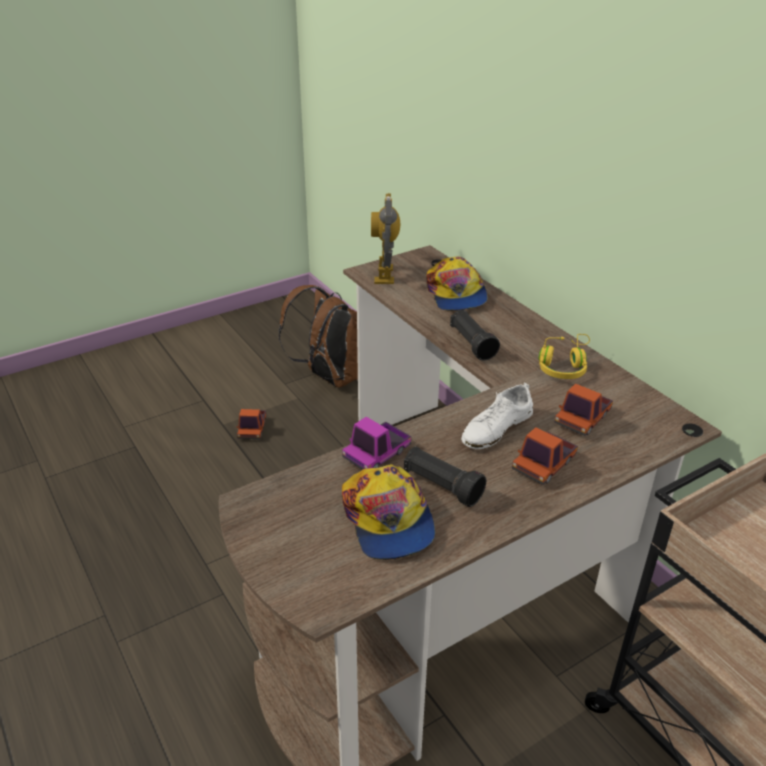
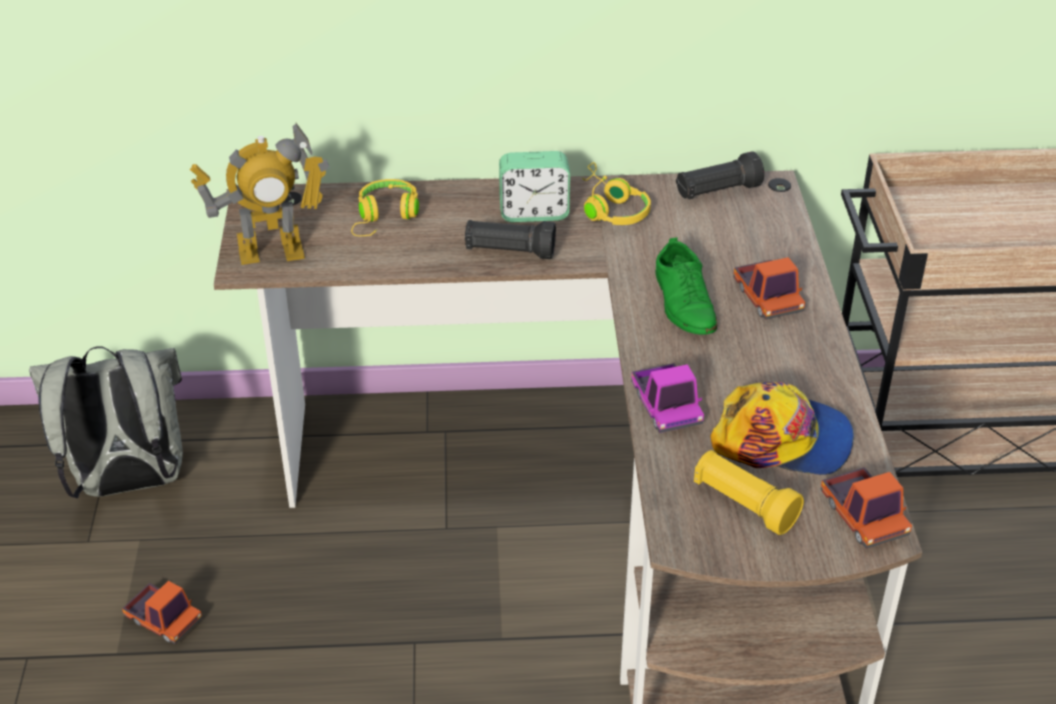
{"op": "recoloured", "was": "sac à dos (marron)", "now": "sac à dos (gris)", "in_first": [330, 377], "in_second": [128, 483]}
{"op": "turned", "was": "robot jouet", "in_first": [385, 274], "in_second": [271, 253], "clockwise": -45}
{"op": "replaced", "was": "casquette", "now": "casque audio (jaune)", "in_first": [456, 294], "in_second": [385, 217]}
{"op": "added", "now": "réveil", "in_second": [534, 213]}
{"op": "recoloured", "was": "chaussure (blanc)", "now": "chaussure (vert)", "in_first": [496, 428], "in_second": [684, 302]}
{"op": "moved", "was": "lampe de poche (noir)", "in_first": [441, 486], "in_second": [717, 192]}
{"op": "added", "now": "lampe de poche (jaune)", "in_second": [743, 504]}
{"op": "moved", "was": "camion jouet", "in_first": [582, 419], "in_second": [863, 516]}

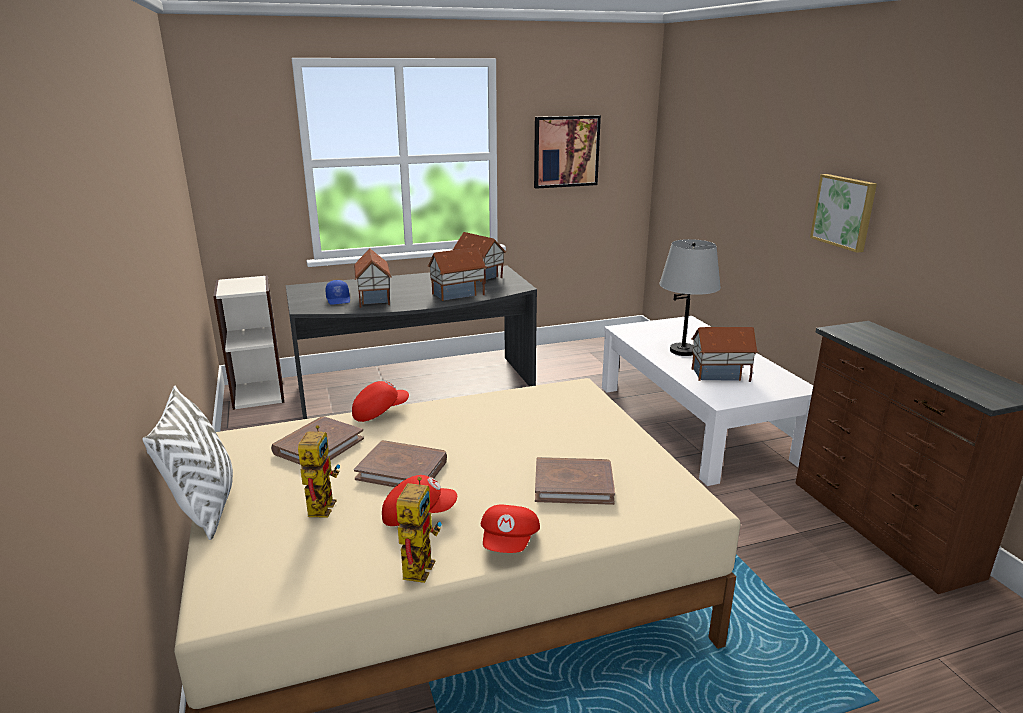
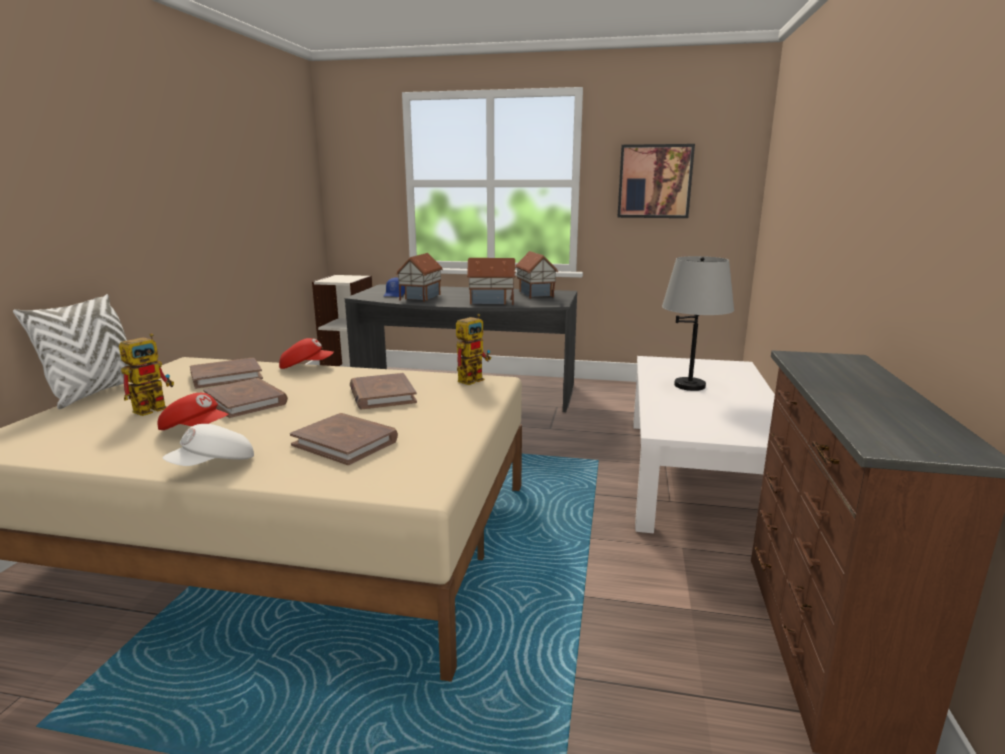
{"op": "recoloured", "was": "casquette (rouge)", "now": "casquette (blanc)", "in_first": [510, 543], "in_second": [214, 465]}
{"op": "added", "now": "livre (marron)", "in_second": [382, 395]}
{"op": "moved", "was": "robot jouet", "in_first": [418, 564], "in_second": [473, 379]}
{"op": "removed", "was": "maison miniature", "in_first": [720, 375]}
{"op": "removed", "was": "tableau", "in_first": [844, 212]}

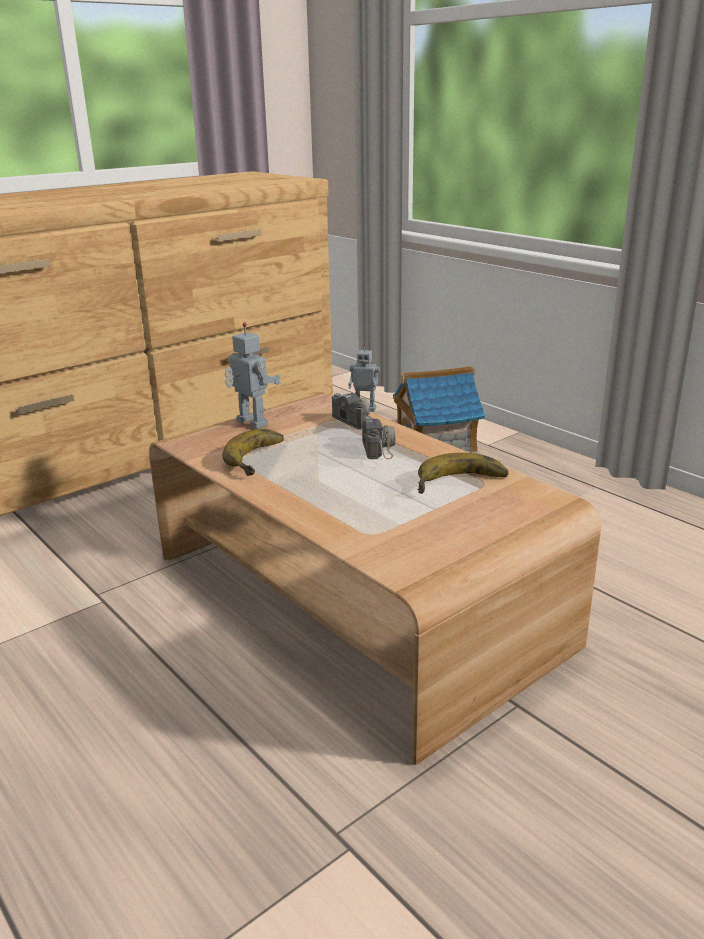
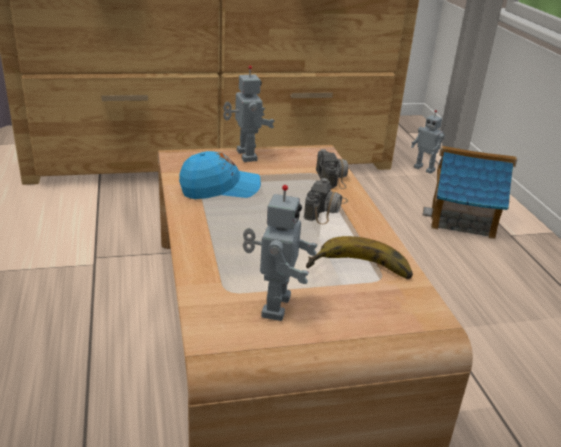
{"op": "replaced", "was": "banane", "now": "casquette (bleu)", "in_first": [262, 458], "in_second": [219, 189]}
{"op": "added", "now": "robot jouet", "in_second": [273, 306]}

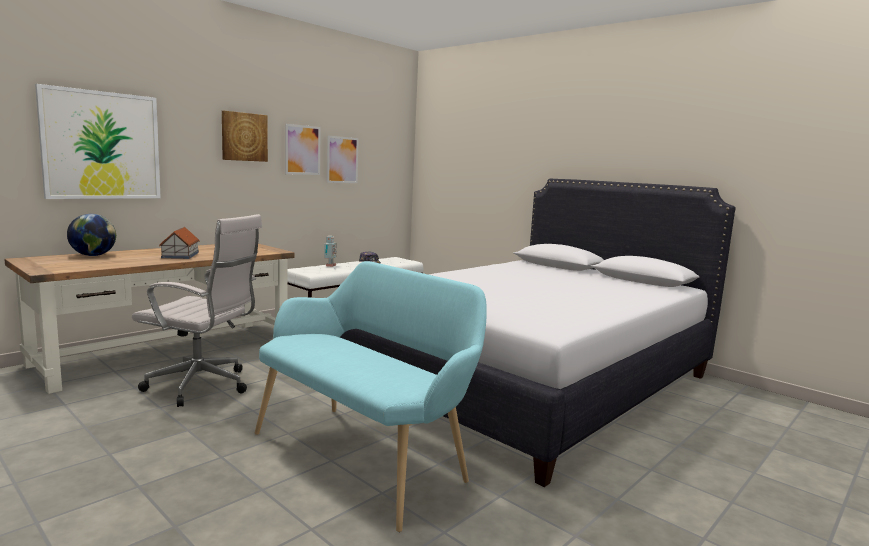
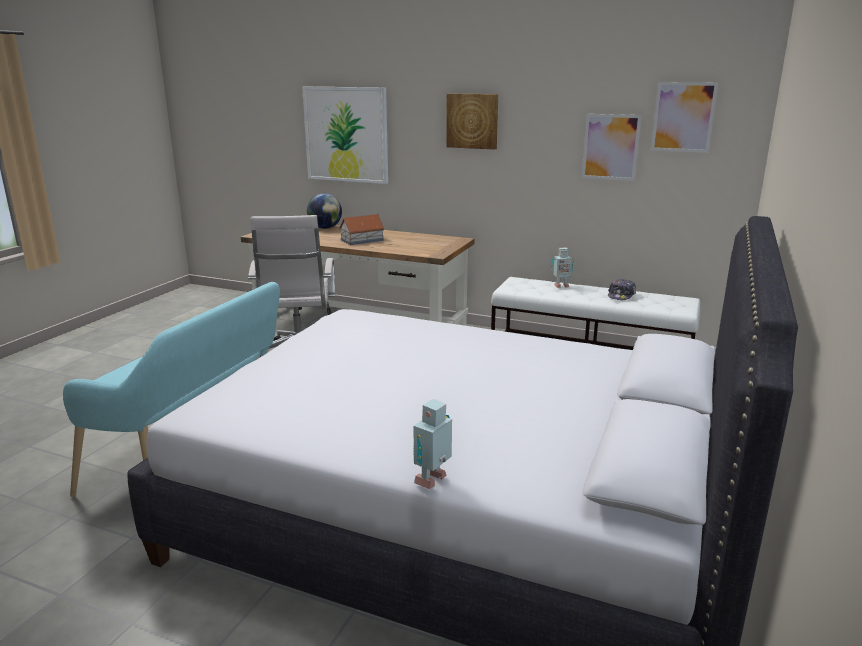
{"op": "added", "now": "robot jouet", "in_second": [433, 480]}
{"op": "moved", "was": "tableau", "in_first": [302, 150], "in_second": [683, 117]}

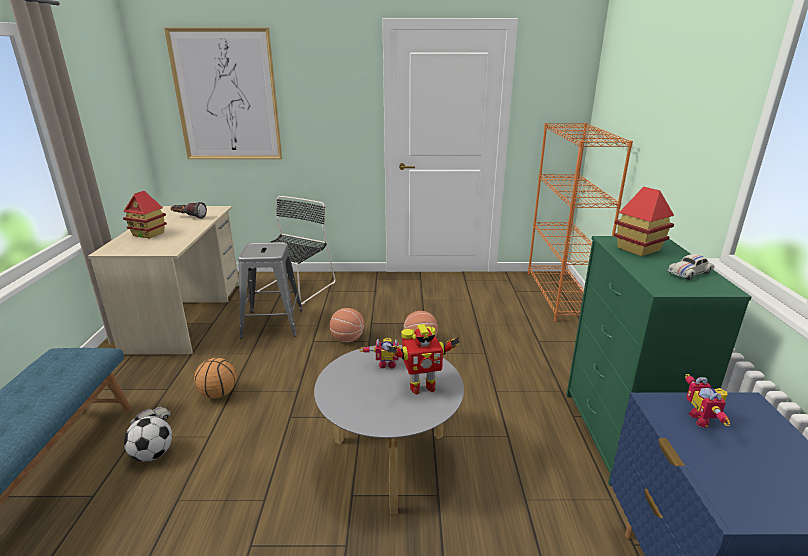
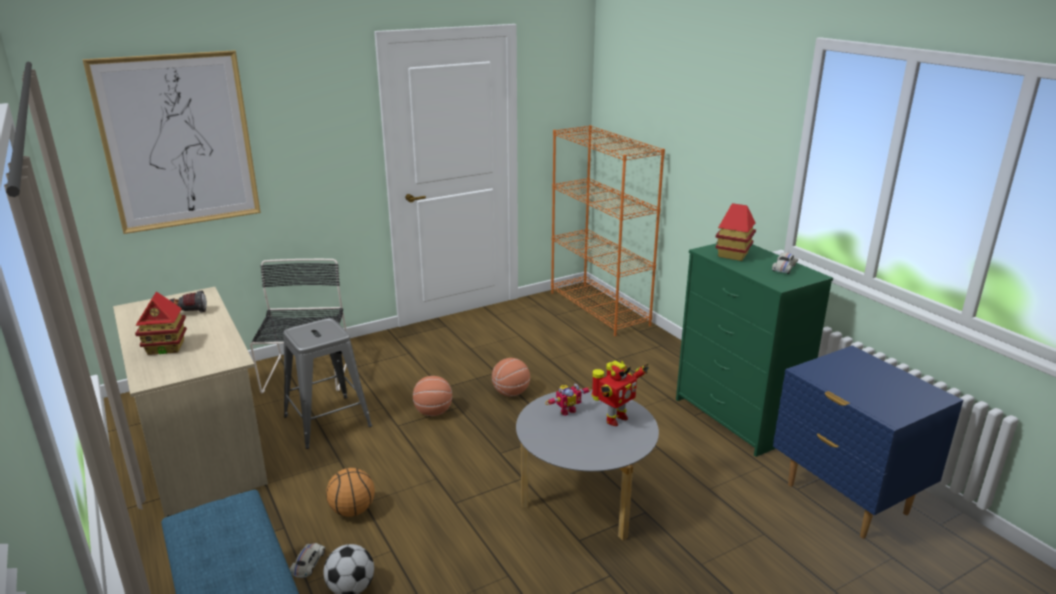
{"op": "removed", "was": "robot jouet", "in_first": [703, 419]}

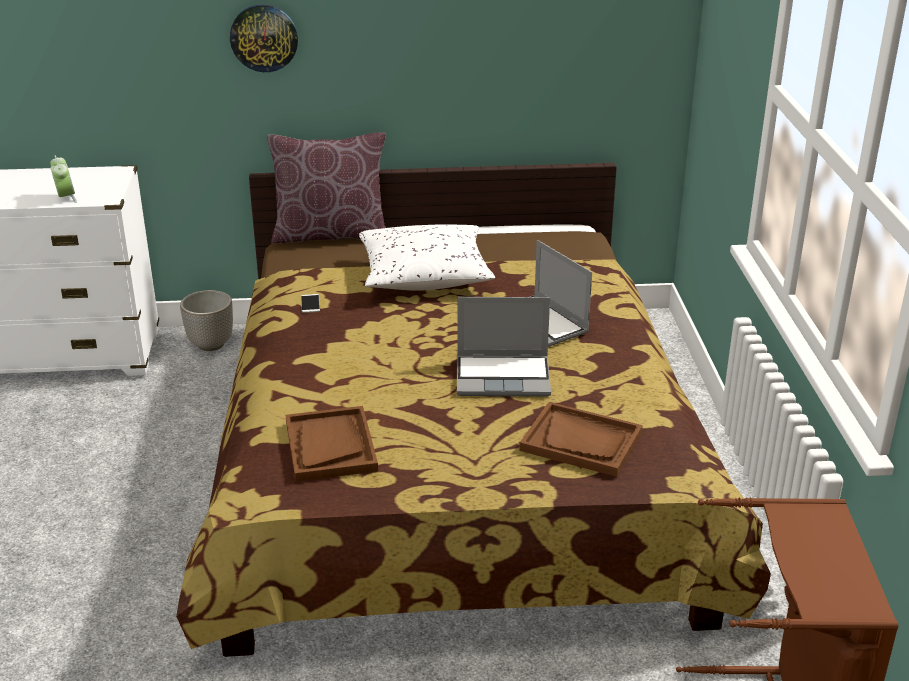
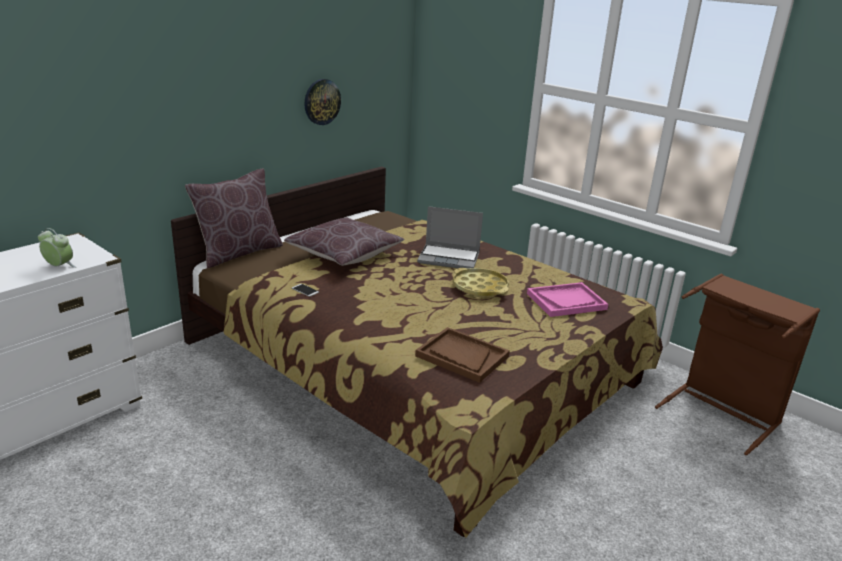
{"op": "recoloured", "was": "coussin (blanc)", "now": "coussin (marron)", "in_first": [424, 275], "in_second": [344, 254]}
{"op": "moved", "was": "horloge murale", "in_first": [264, 38], "in_second": [322, 102]}
{"op": "replaced", "was": "ordinateur portable", "now": "plateau (jaune)", "in_first": [504, 377], "in_second": [480, 287]}
{"op": "recoloured", "was": "plateau (marron)", "now": "plateau (rose)", "in_first": [581, 441], "in_second": [566, 301]}
{"op": "removed", "was": "cache-pot", "in_first": [211, 344]}

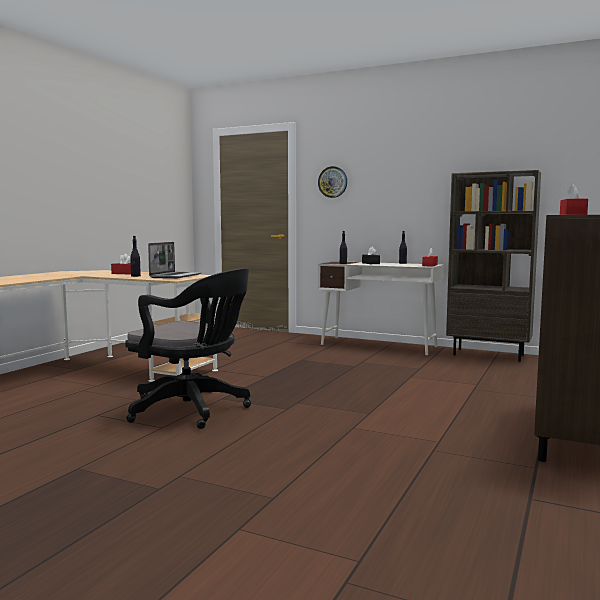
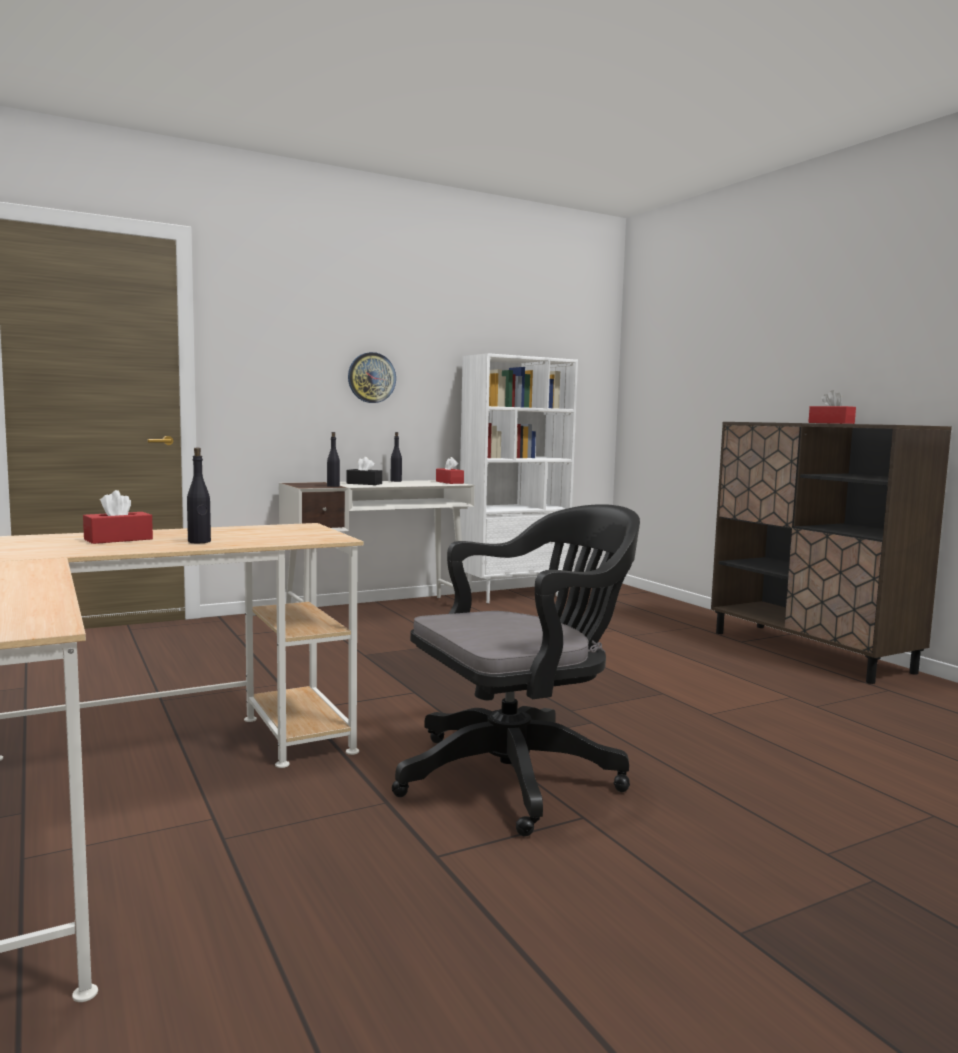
{"op": "moved", "was": "horloge murale", "in_first": [332, 182], "in_second": [371, 377]}
{"op": "recoloured", "was": "bibliothèque (marron)", "now": "bibliothèque (blanc)", "in_first": [489, 355], "in_second": [513, 595]}
{"op": "removed", "was": "ordinateur portable", "in_first": [175, 276]}

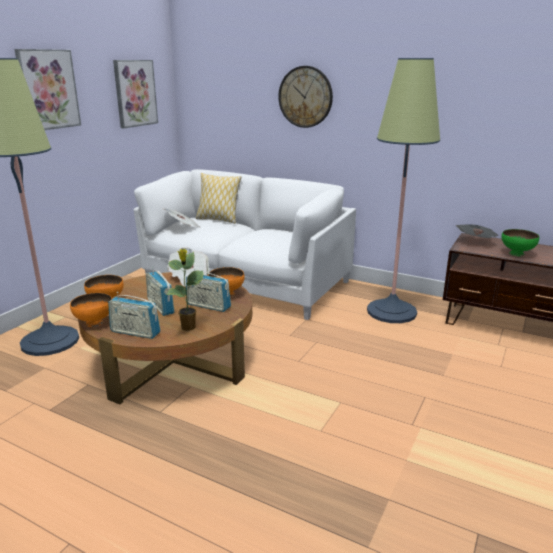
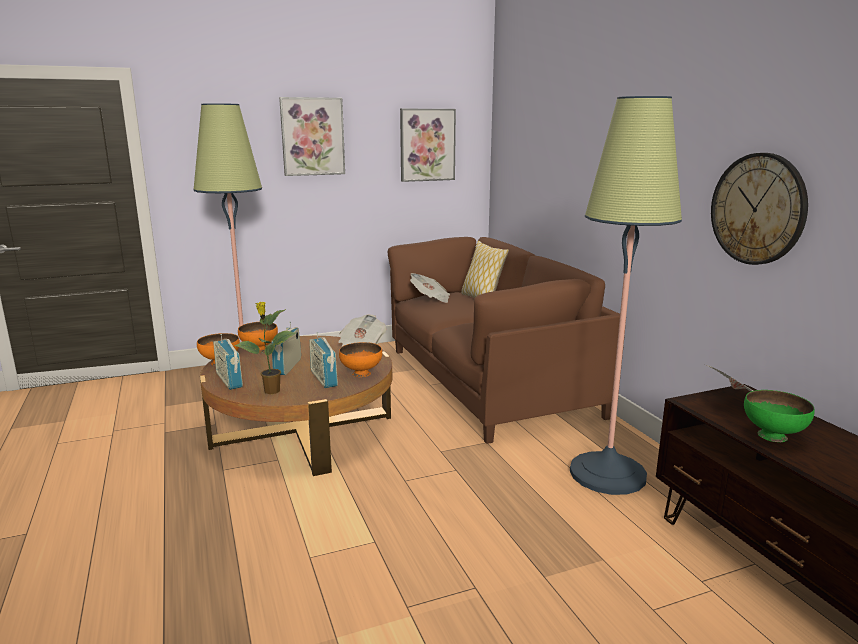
{"op": "recoloured", "was": "canapé (blanc)", "now": "canapé (marron)", "in_first": [246, 281], "in_second": [488, 381]}
{"op": "moved", "was": "horloge murale", "in_first": [305, 97], "in_second": [758, 209]}

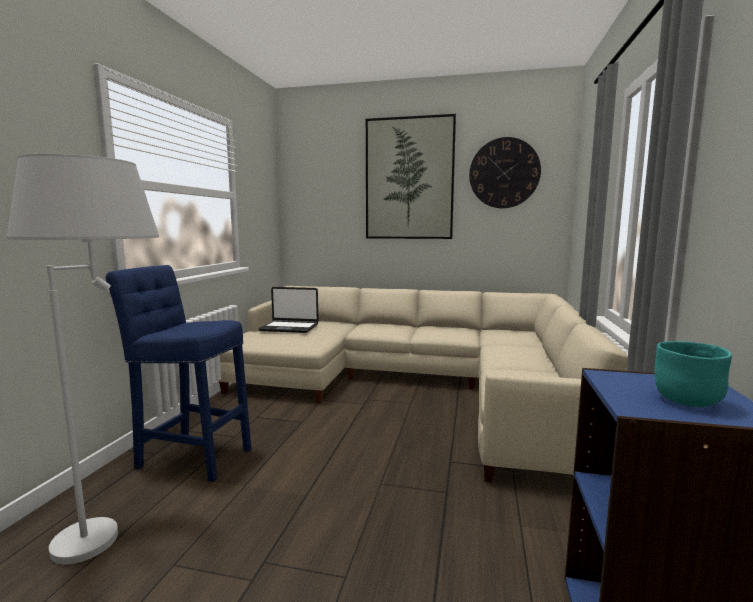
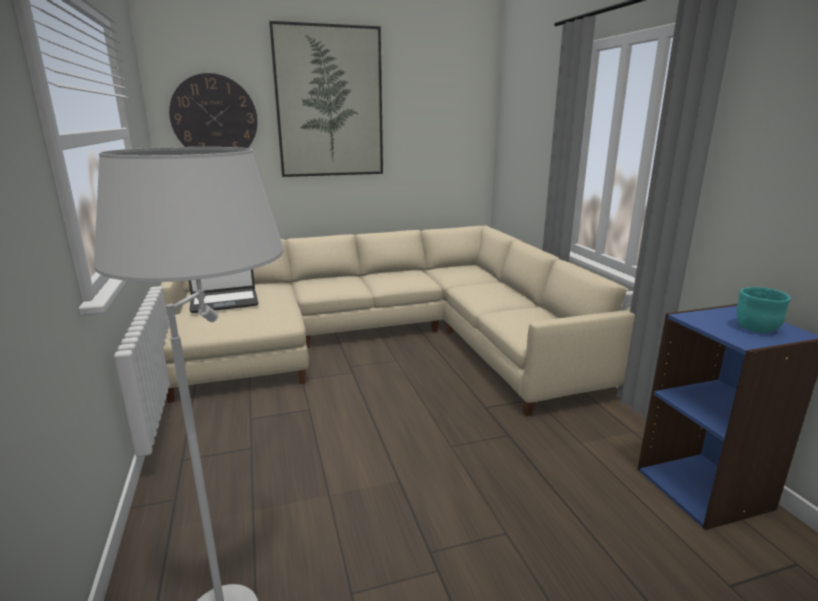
{"op": "moved", "was": "horloge murale", "in_first": [504, 173], "in_second": [214, 118]}
{"op": "removed", "was": "tabouret (bleu)", "in_first": [191, 456]}

